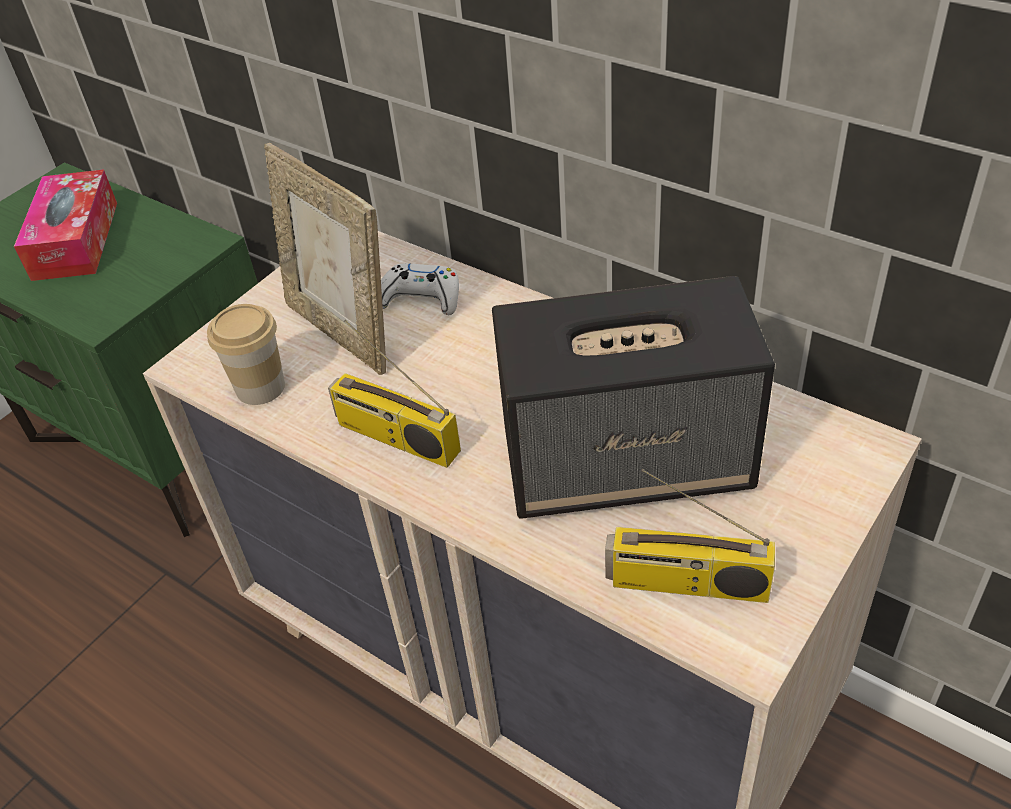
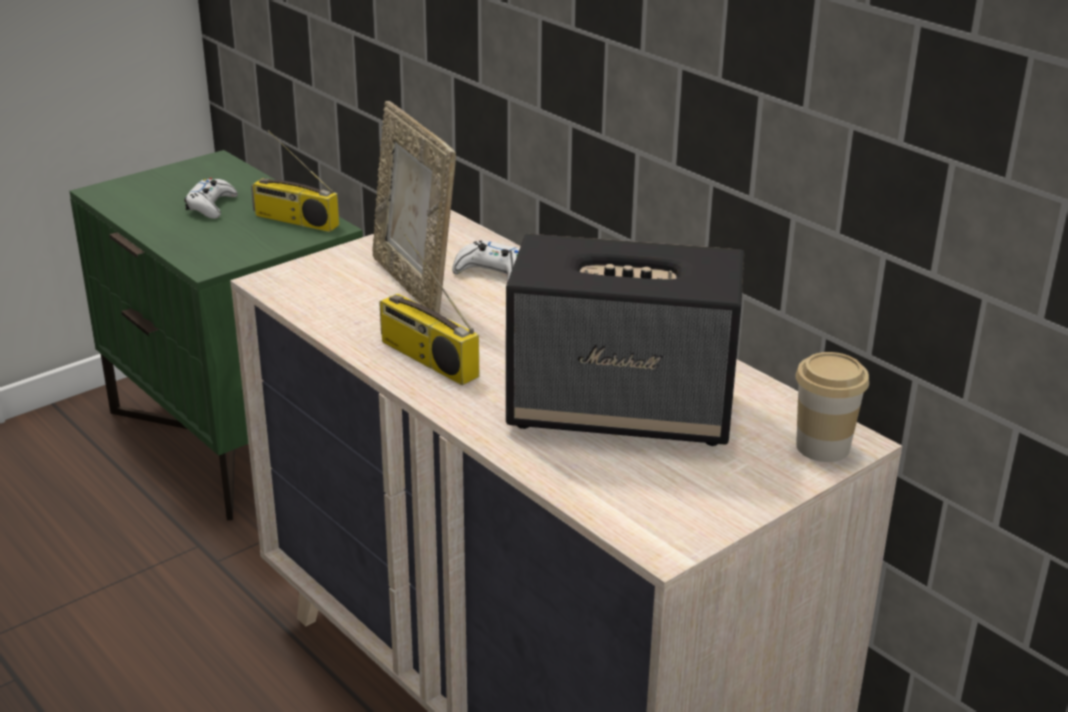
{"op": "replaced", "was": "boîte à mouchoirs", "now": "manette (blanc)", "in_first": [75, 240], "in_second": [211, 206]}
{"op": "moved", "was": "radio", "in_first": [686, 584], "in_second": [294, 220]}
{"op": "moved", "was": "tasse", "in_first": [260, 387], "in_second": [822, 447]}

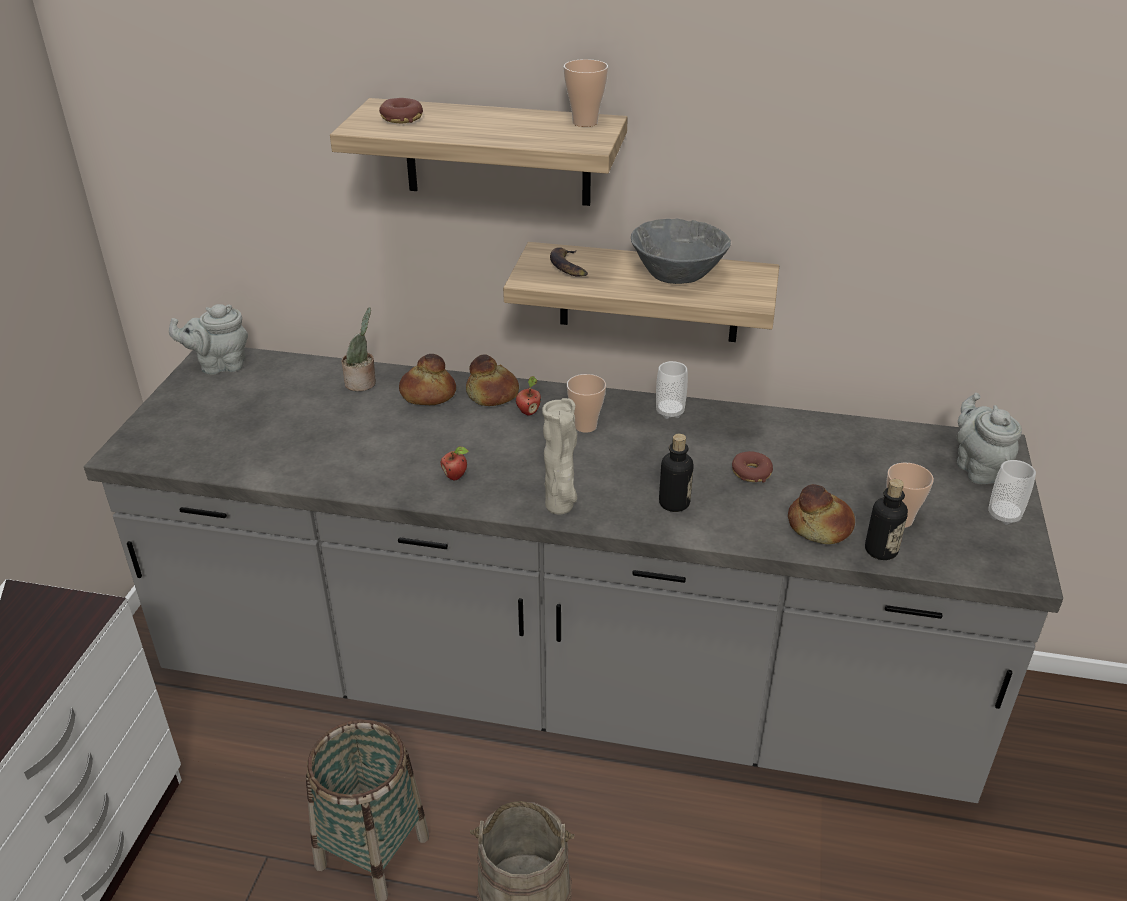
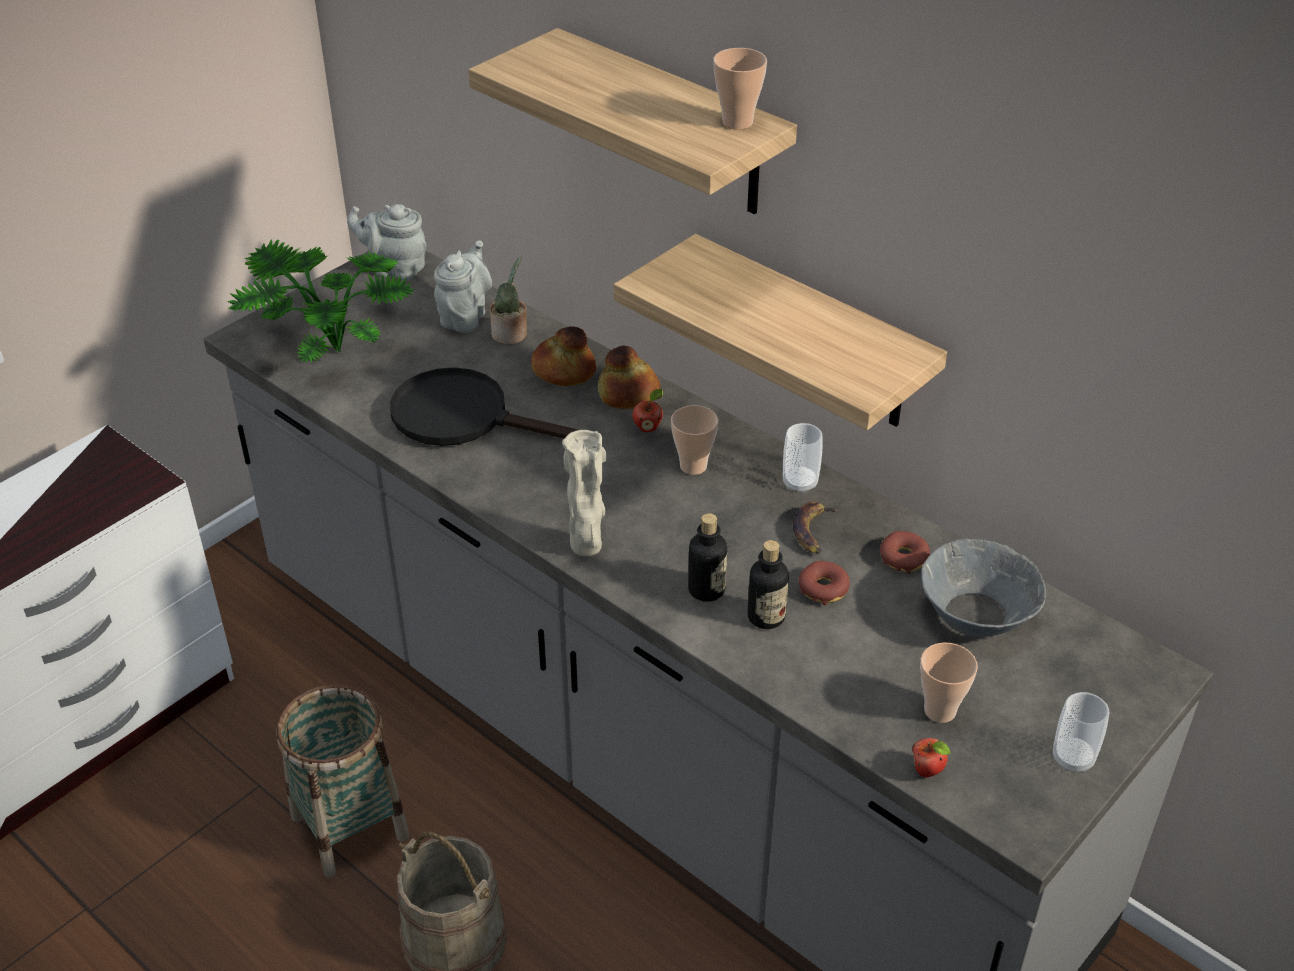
{"op": "added", "now": "plante en pot", "in_second": [330, 347]}
{"op": "added", "now": "poêle (noir)", "in_second": [466, 417]}
{"op": "moved", "was": "théière (gris)", "in_first": [978, 468], "in_second": [465, 316]}
{"op": "moved", "was": "bouteille", "in_first": [881, 550], "in_second": [766, 617]}
{"op": "moved", "was": "banane", "in_first": [569, 266], "in_second": [813, 531]}
{"op": "moved", "was": "beignet", "in_first": [401, 118], "in_second": [903, 558]}
{"op": "moved", "was": "pomme", "in_first": [456, 477], "in_second": [928, 771]}
{"op": "moved", "was": "bol (gris)", "in_first": [678, 274], "in_second": [976, 616]}
{"op": "removed", "was": "pain", "in_first": [819, 528]}

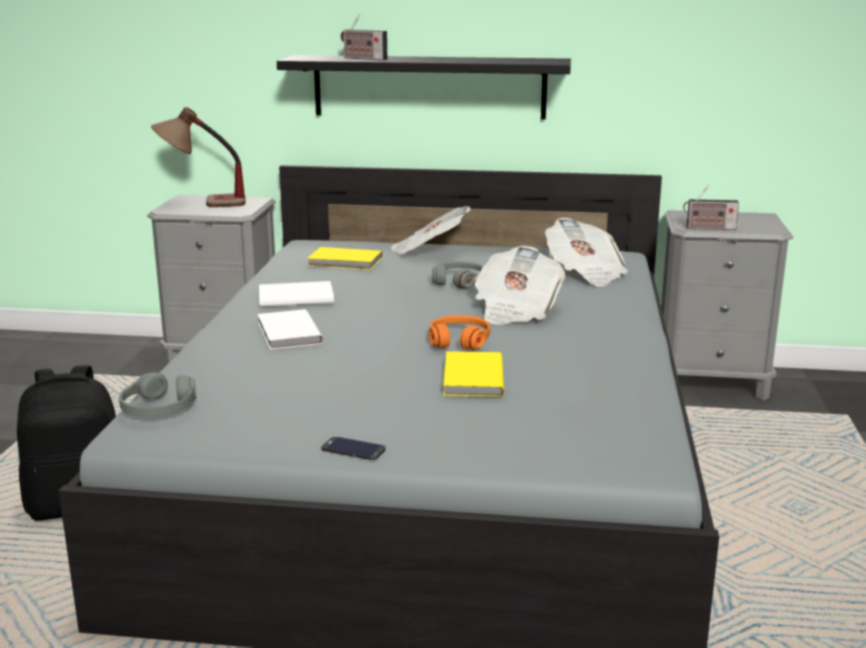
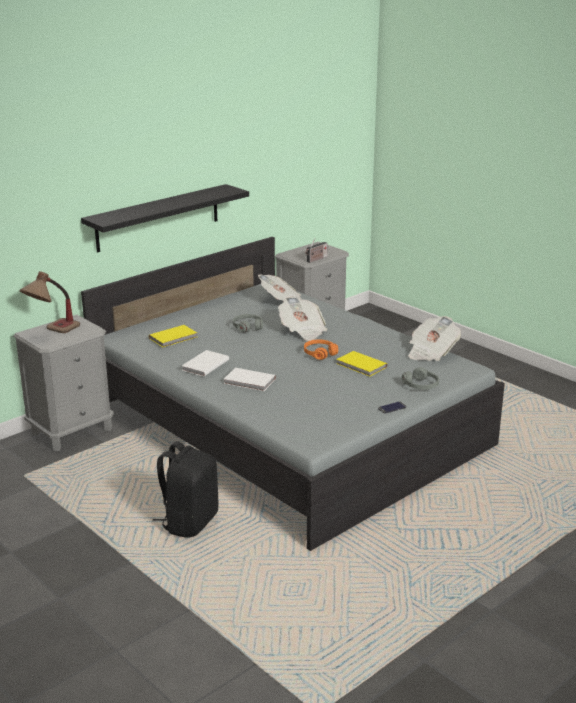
{"op": "moved", "was": "casque audio (gris)", "in_first": [158, 409], "in_second": [421, 385]}
{"op": "moved", "was": "journal", "in_first": [428, 251], "in_second": [431, 352]}
{"op": "removed", "was": "radio", "in_first": [363, 58]}

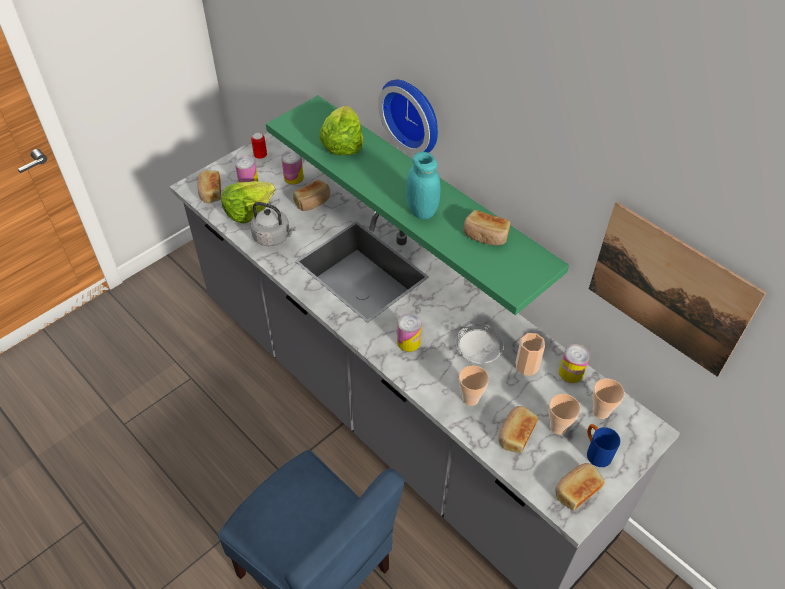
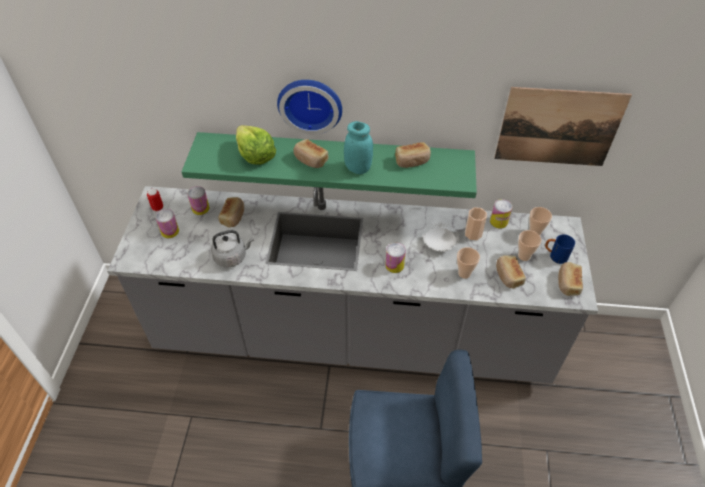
{"op": "moved", "was": "pain", "in_first": [210, 192], "in_second": [310, 160]}
{"op": "removed", "was": "laitue", "in_first": [248, 210]}

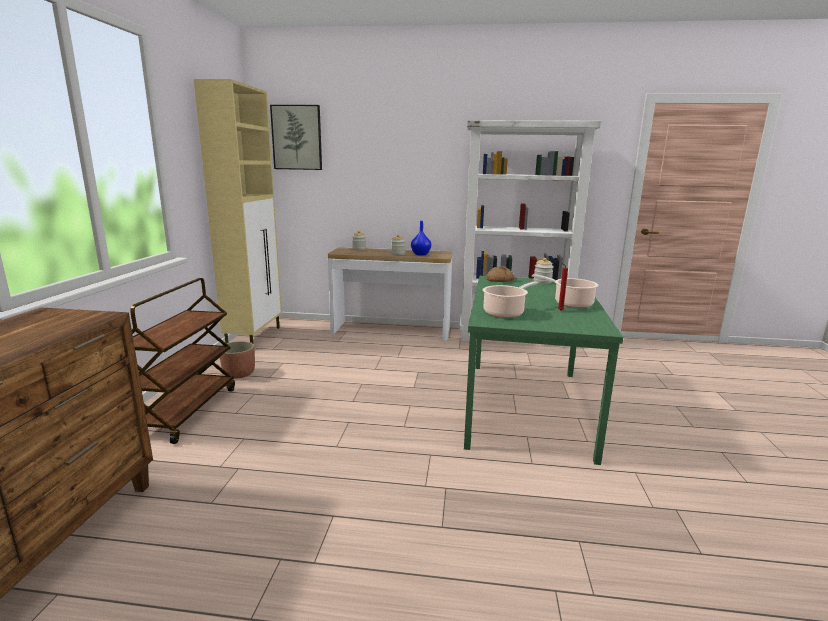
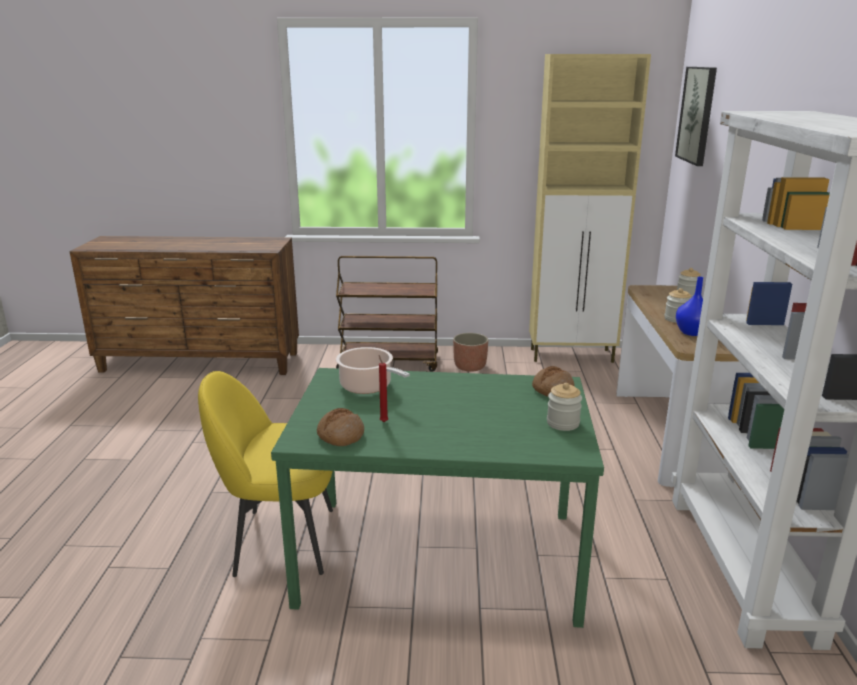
{"op": "added", "now": "chaise (jaune)", "in_second": [281, 540]}
{"op": "added", "now": "pain", "in_second": [340, 435]}
{"op": "removed", "was": "marmite", "in_first": [570, 303]}

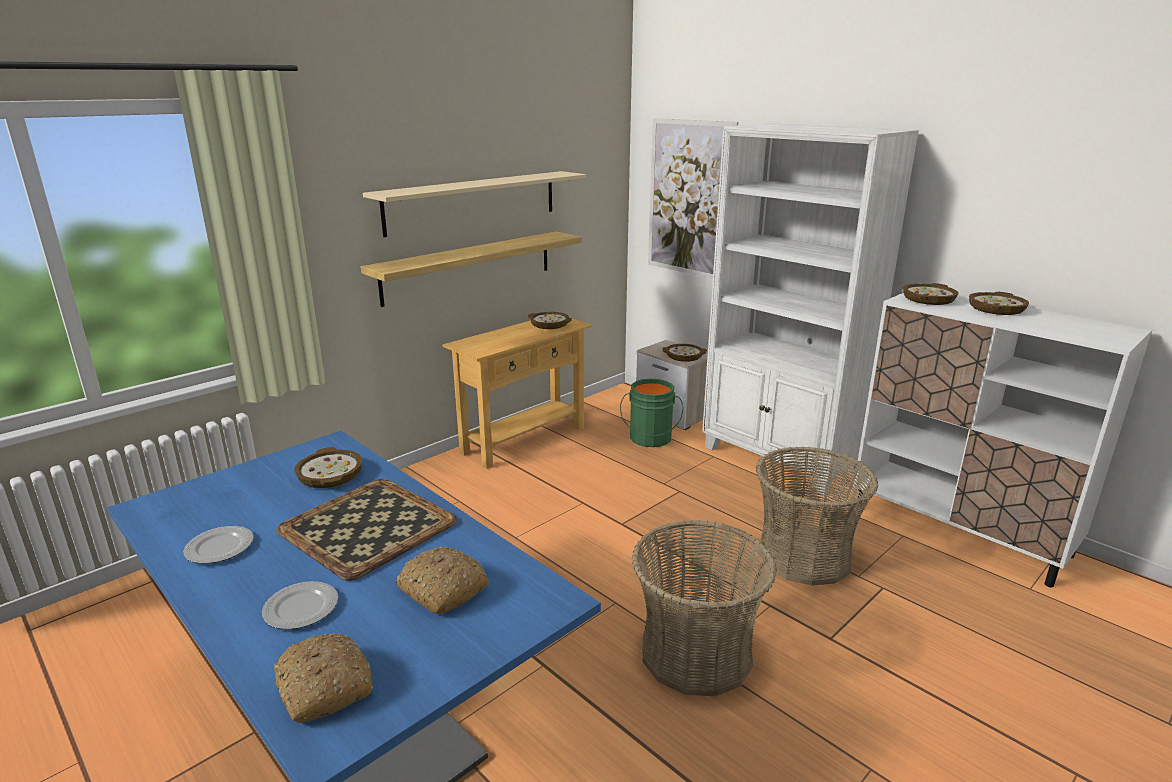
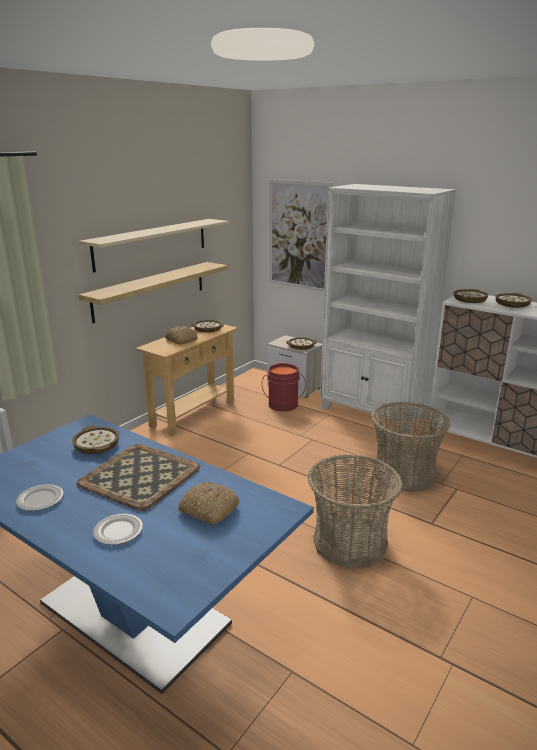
{"op": "moved", "was": "pain", "in_first": [322, 687], "in_second": [181, 340]}
{"op": "recoloured", "was": "seau (vert)", "now": "seau (rouge)", "in_first": [650, 439], "in_second": [283, 406]}

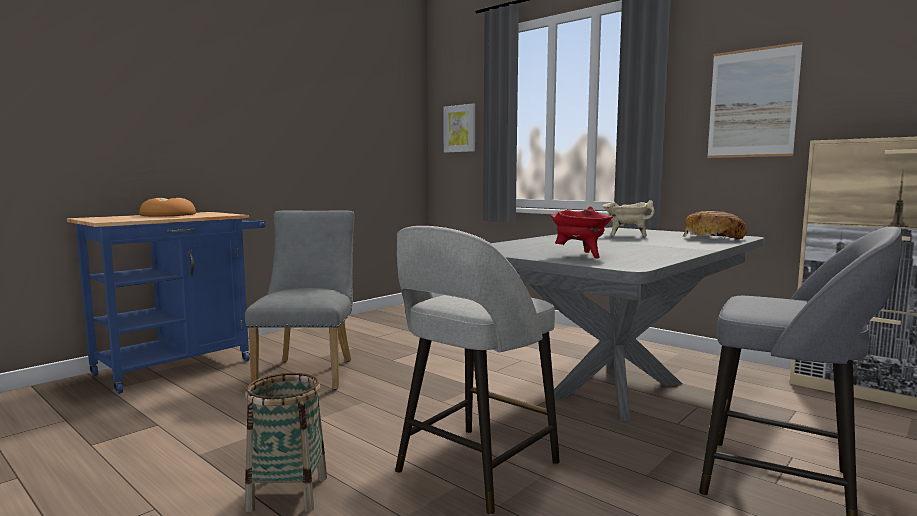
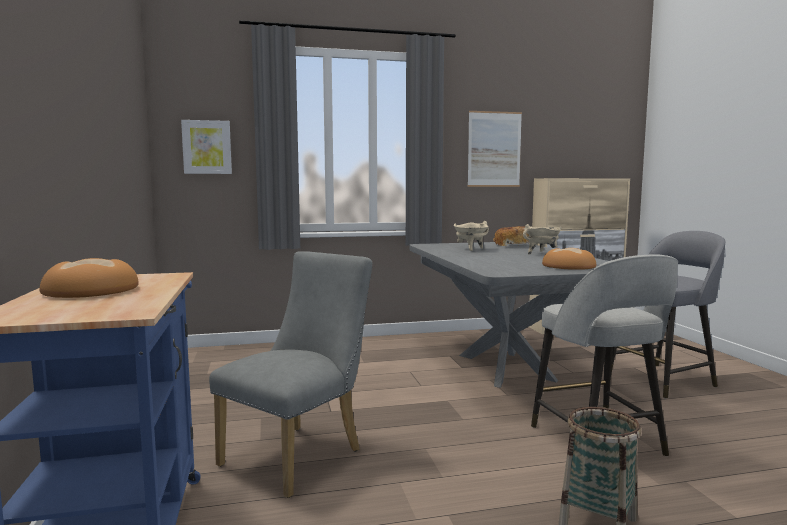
{"op": "turned", "was": "chaise (gris)", "in_first": [309, 371], "in_second": [299, 454], "clockwise": 90}
{"op": "added", "now": "marmite (beige)", "in_second": [541, 253]}
{"op": "replaced", "was": "marmite (rouge)", "now": "pain", "in_first": [581, 255], "in_second": [568, 266]}

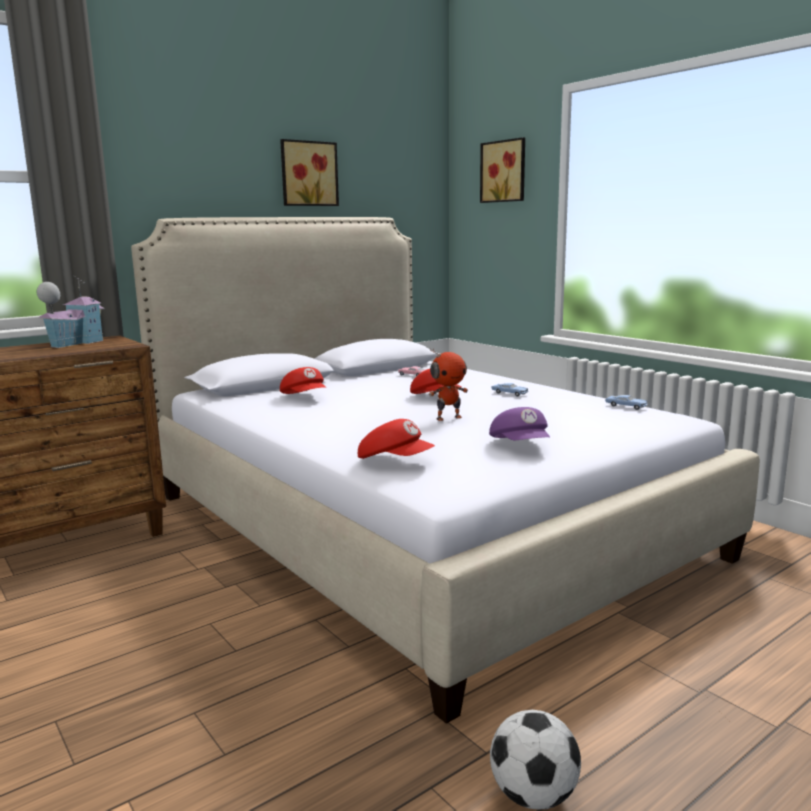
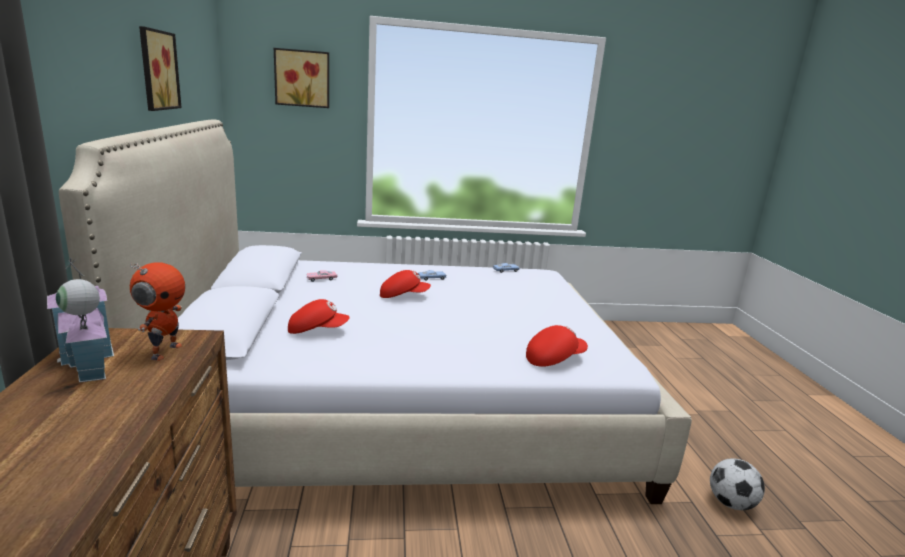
{"op": "moved", "was": "robot jouet", "in_first": [448, 418], "in_second": [165, 351]}
{"op": "removed", "was": "casquette (violet)", "in_first": [521, 446]}

